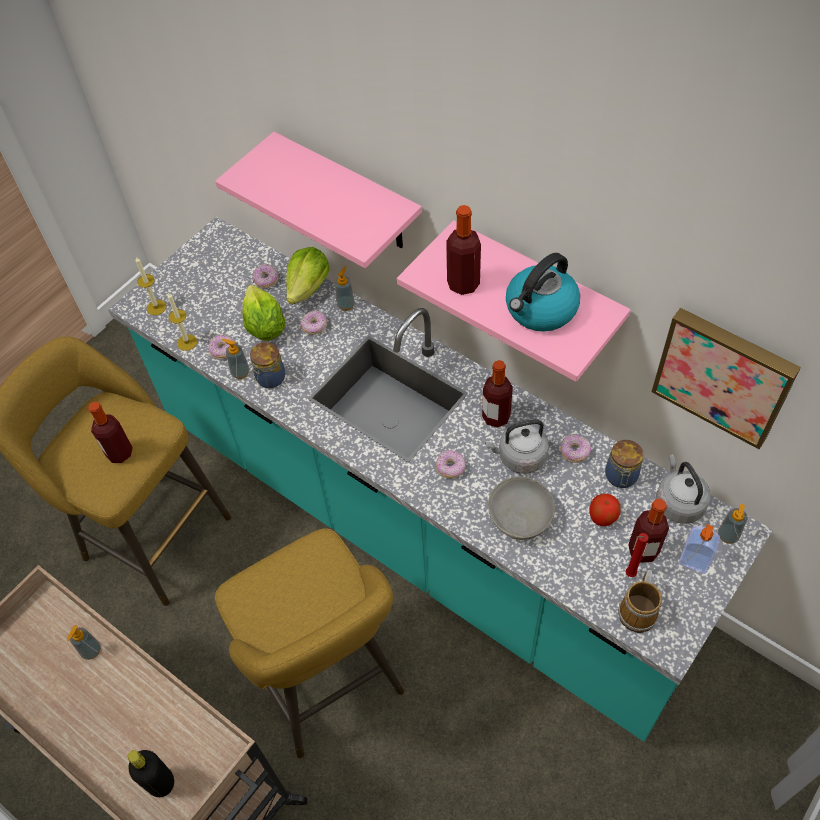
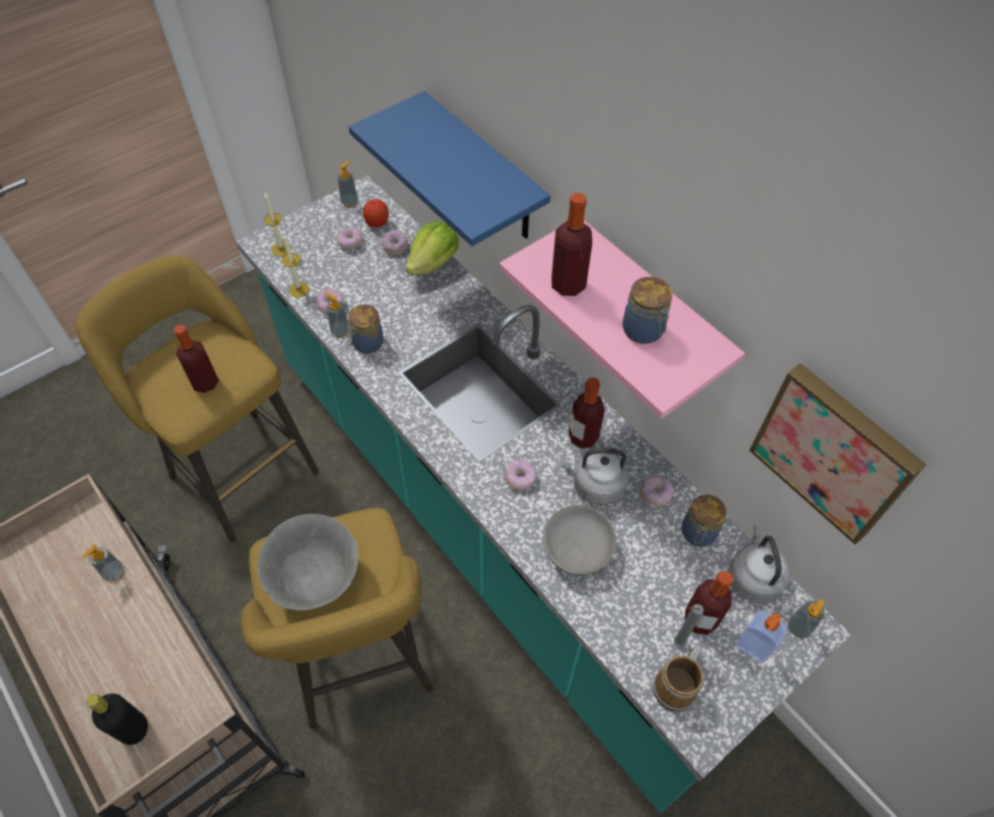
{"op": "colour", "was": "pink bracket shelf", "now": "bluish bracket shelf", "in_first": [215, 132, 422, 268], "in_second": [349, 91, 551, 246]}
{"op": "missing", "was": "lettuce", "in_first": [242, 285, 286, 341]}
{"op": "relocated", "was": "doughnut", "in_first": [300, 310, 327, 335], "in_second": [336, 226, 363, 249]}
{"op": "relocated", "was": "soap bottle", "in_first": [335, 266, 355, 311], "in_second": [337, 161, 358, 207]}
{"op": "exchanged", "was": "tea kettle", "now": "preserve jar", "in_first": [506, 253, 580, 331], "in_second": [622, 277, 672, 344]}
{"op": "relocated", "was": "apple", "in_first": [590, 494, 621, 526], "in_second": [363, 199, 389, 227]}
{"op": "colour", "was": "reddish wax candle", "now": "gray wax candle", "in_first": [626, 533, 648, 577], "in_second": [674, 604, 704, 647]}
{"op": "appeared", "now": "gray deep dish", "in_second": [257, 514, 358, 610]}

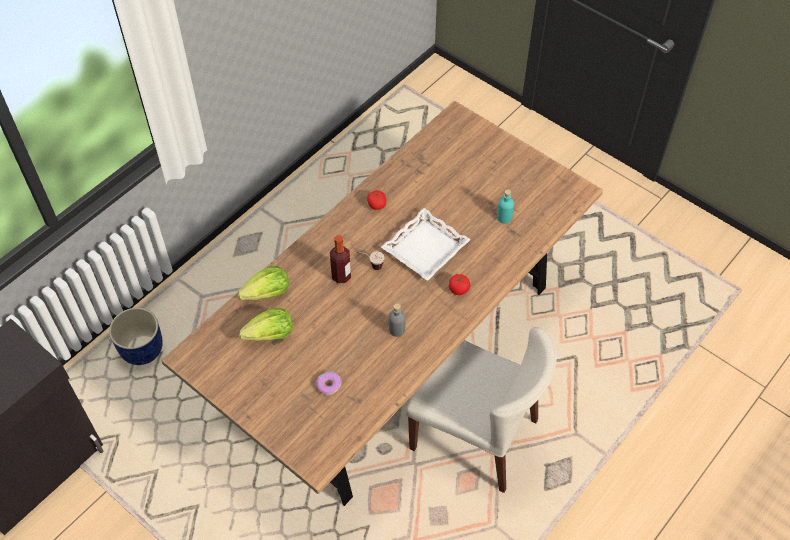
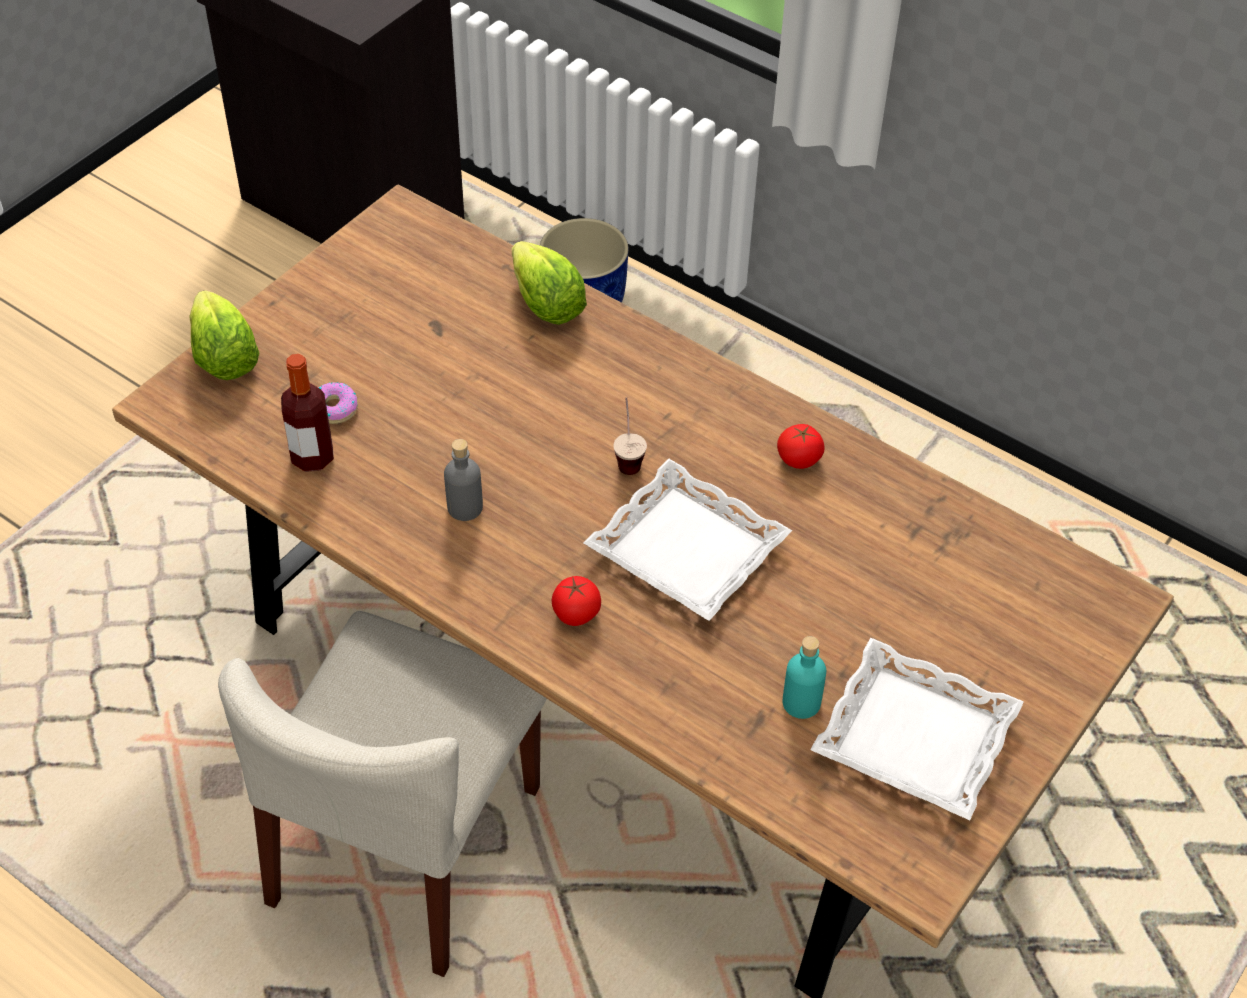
{"op": "relocated", "was": "lettuce", "in_first": [239, 308, 293, 341], "in_second": [189, 290, 259, 380]}
{"op": "relocated", "was": "drink bottle", "in_first": [330, 235, 351, 284], "in_second": [281, 354, 334, 472]}
{"op": "appeared", "now": "whitish carrying tray", "in_second": [810, 637, 1024, 820]}

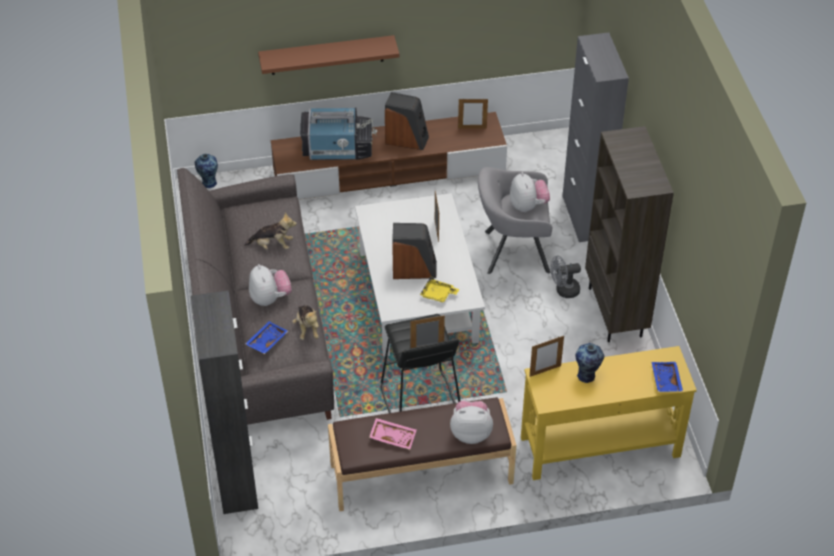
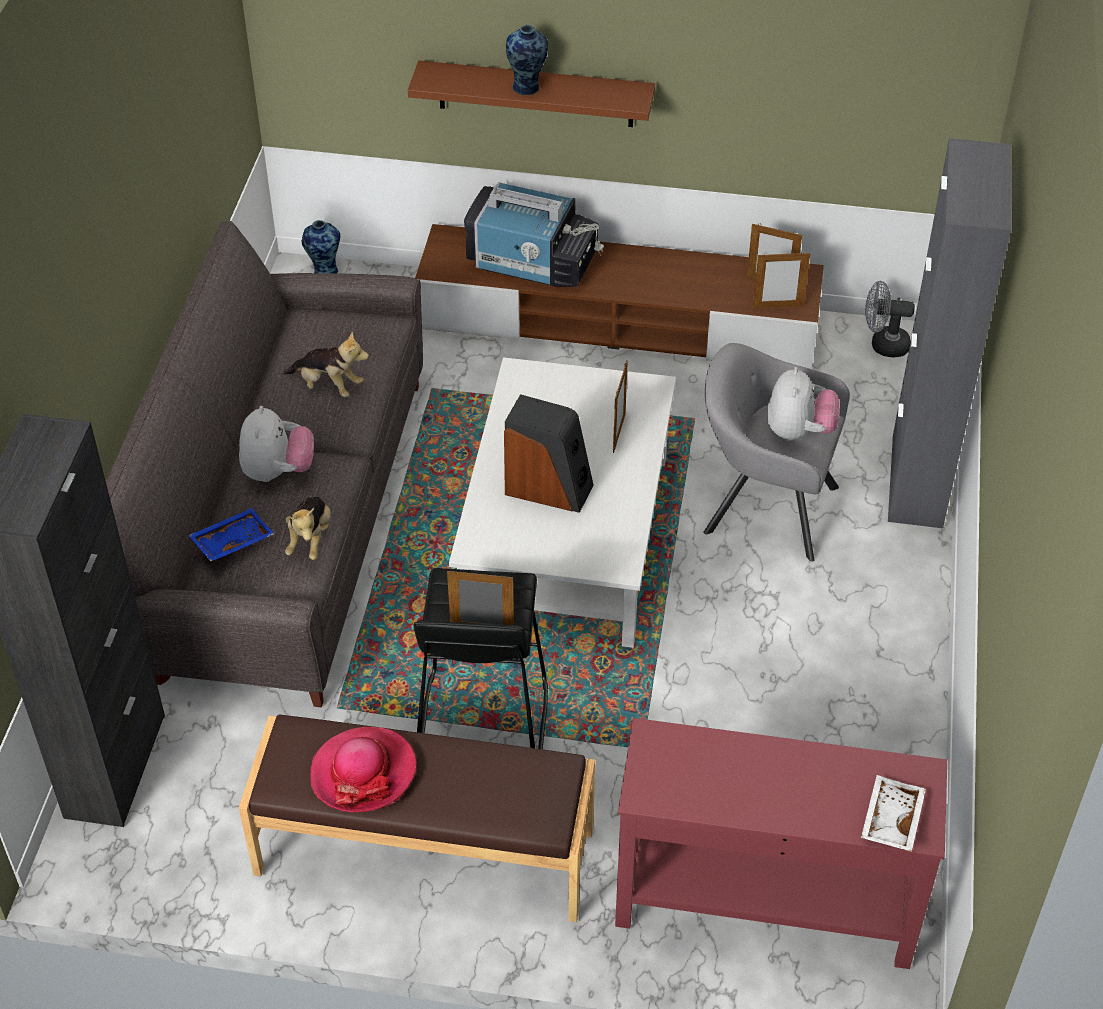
{"op": "exchanged", "was": "pink carrying tray", "now": "clothing hat", "in_first": [369, 418, 416, 450], "in_second": [310, 727, 416, 812]}
{"op": "missing", "was": "speaker", "in_first": [385, 92, 429, 150]}
{"op": "missing", "was": "yellow carrying tray", "in_first": [420, 277, 459, 302]}
{"op": "missing", "was": "plush toy", "in_first": [450, 401, 493, 444]}
{"op": "colour", "was": "yellow hall table", "now": "reddish hall table", "in_first": [521, 346, 697, 480], "in_second": [615, 718, 947, 969]}
{"op": "relocated", "was": "picture frame", "in_first": [529, 336, 564, 377], "in_second": [753, 251, 810, 308]}
{"op": "relocated", "was": "gray electric fan", "in_first": [550, 256, 581, 298], "in_second": [865, 281, 915, 357]}
{"op": "relocated", "was": "vase", "in_first": [575, 343, 604, 383], "in_second": [506, 25, 548, 95]}
{"op": "missing", "was": "brown-coloured bookcase", "in_first": [585, 126, 674, 342]}
{"op": "colour", "was": "bluish carrying tray", "now": "whitish carrying tray", "in_first": [652, 362, 683, 392], "in_second": [861, 775, 926, 852]}

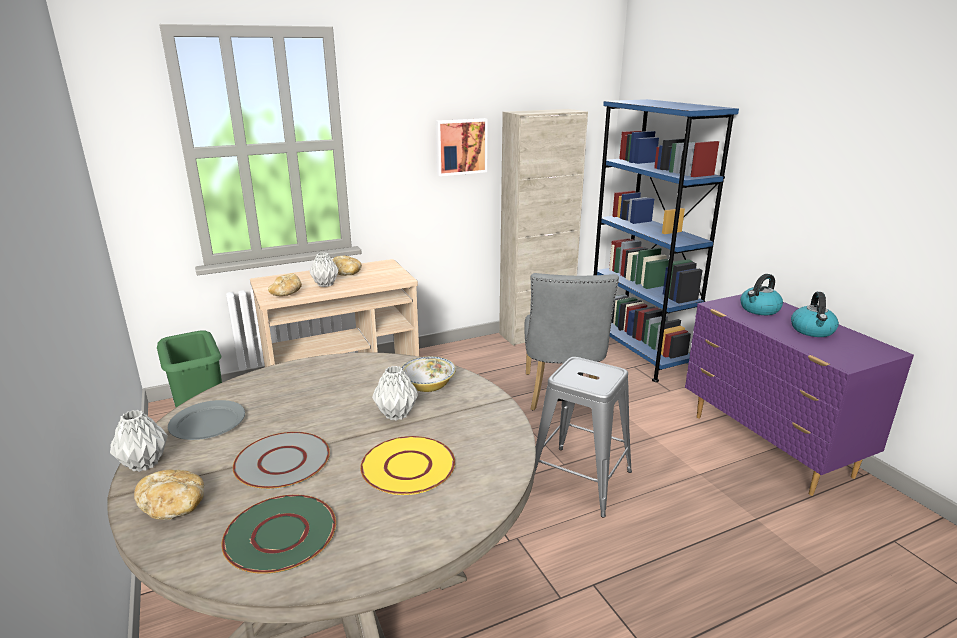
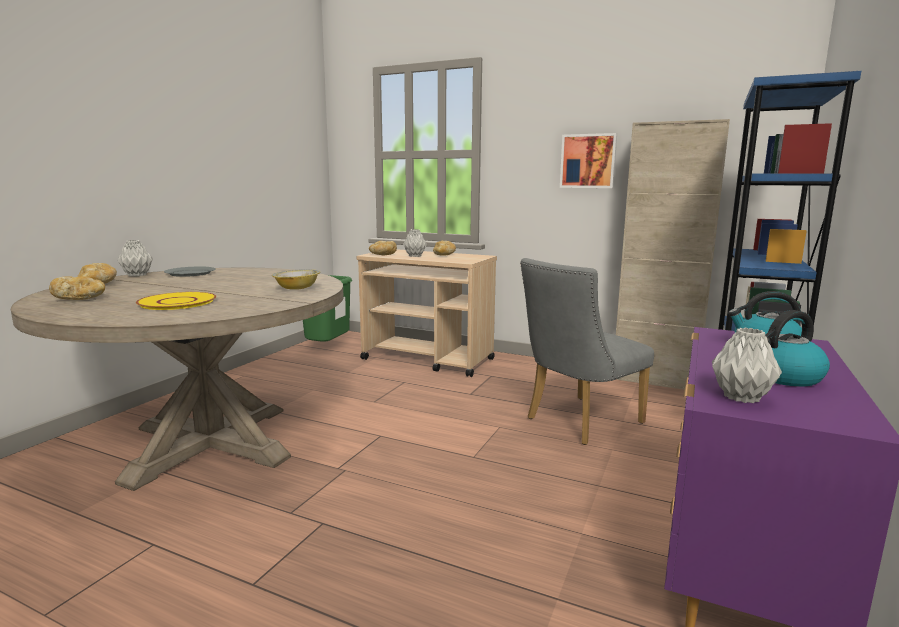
{"op": "exchanged", "was": "greenish flat dish", "now": "bakery bread", "in_first": [221, 495, 336, 574], "in_second": [49, 276, 105, 300]}
{"op": "missing", "was": "gray flat dish", "in_first": [233, 432, 330, 489]}
{"op": "relocated", "was": "gray vase", "in_first": [372, 366, 418, 421], "in_second": [712, 328, 782, 403]}
{"op": "missing", "was": "gray stool", "in_first": [535, 357, 632, 518]}

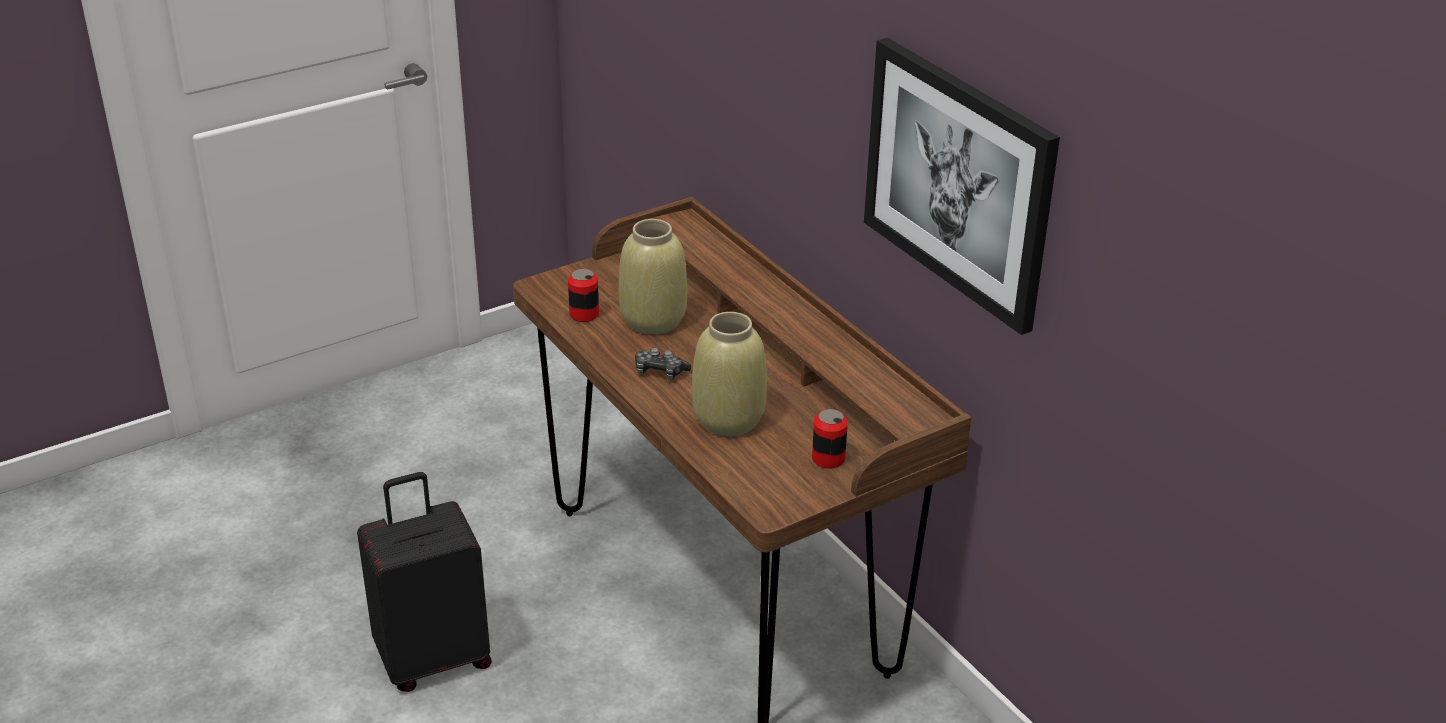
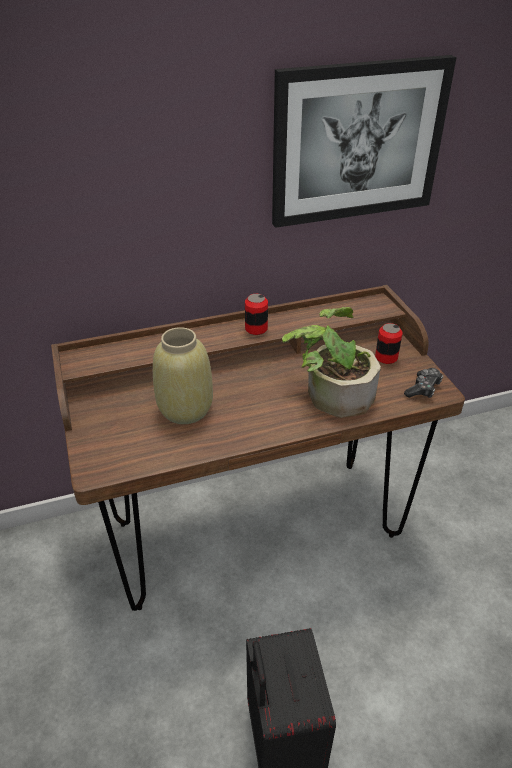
{"op": "relocated", "was": "metal can", "in_first": [568, 269, 599, 322], "in_second": [245, 294, 268, 335]}
{"op": "relocated", "was": "gamepad", "in_first": [635, 347, 691, 380], "in_second": [404, 368, 443, 398]}
{"op": "exchanged", "was": "beige-coloured vase", "now": "potted plant", "in_first": [692, 312, 767, 436], "in_second": [282, 307, 381, 418]}

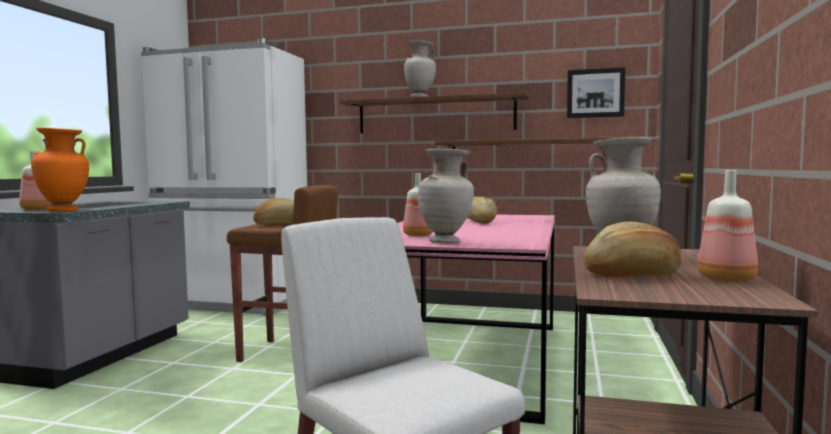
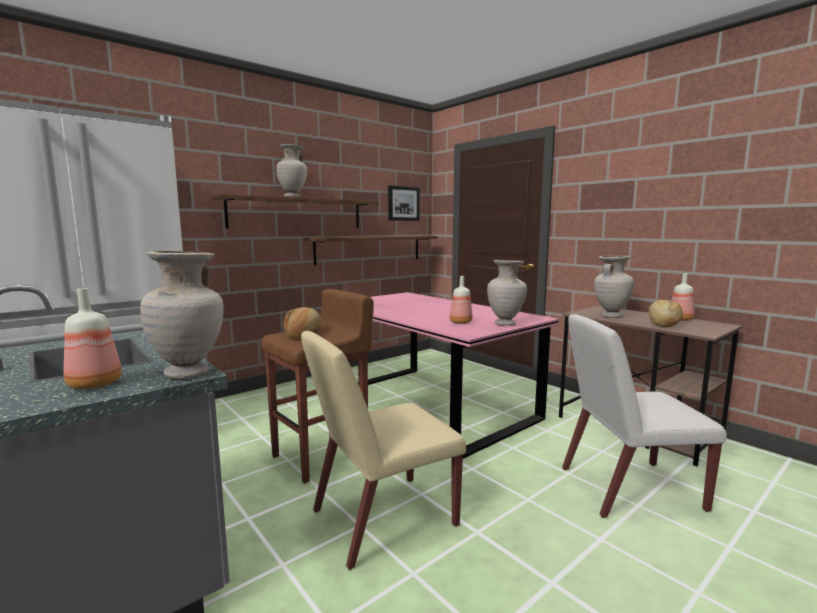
{"op": "colour", "was": "orange vase", "now": "beige-coloured vase", "in_first": [31, 128, 89, 212], "in_second": [140, 251, 224, 379]}
{"op": "missing", "was": "bakery bread", "in_first": [467, 197, 497, 224]}
{"op": "appeared", "now": "beige-coloured plain chair", "in_second": [301, 331, 466, 570]}

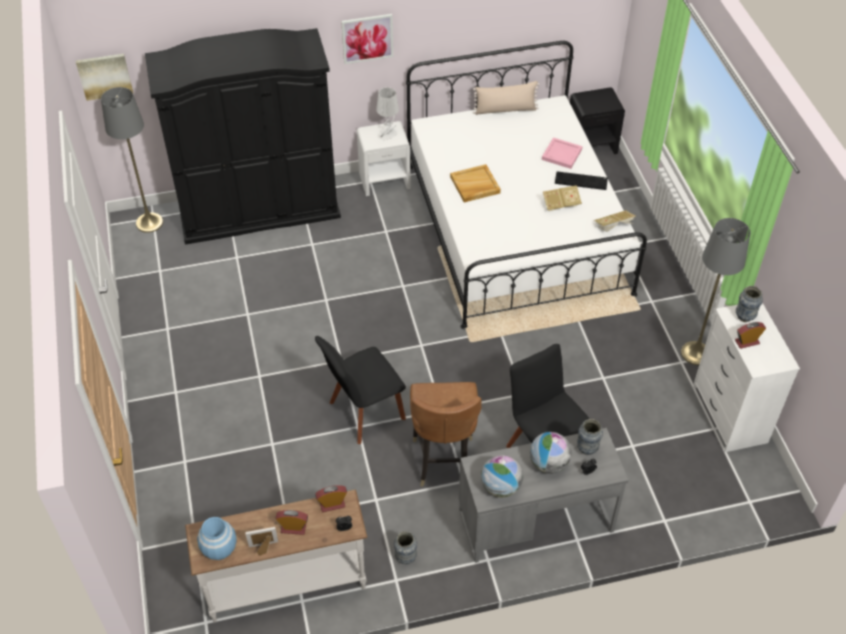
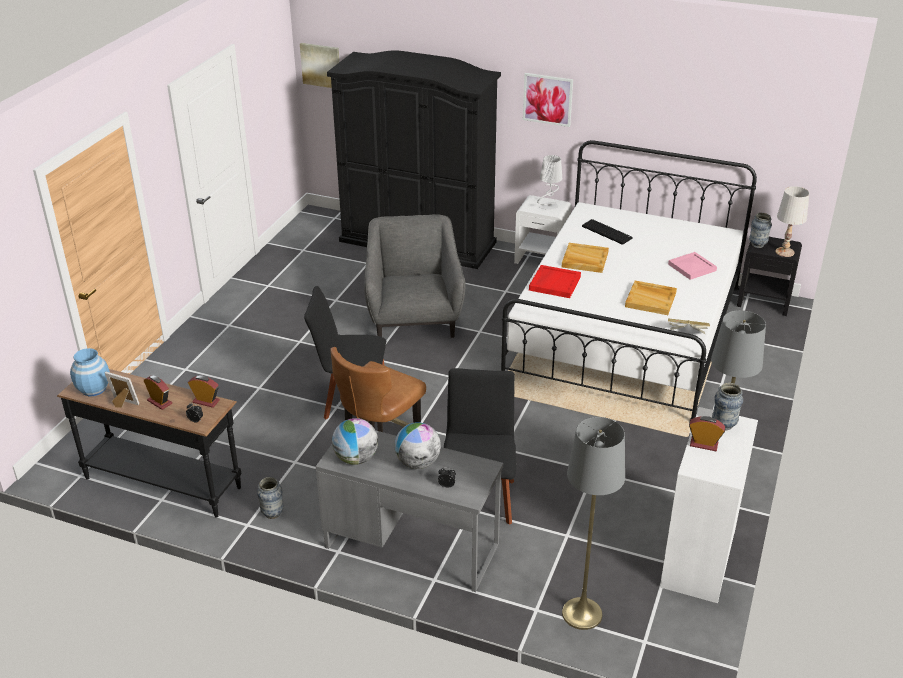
{"op": "relocated", "was": "gray floor lamp", "in_first": [101, 87, 163, 233], "in_second": [562, 417, 625, 630]}
{"op": "colour", "was": "whitish hall table", "now": "blackish hall table", "in_first": [185, 489, 367, 623], "in_second": [57, 369, 241, 518]}
{"op": "missing", "was": "beige-coloured cushion", "in_first": [473, 81, 540, 115]}
{"op": "exchanged", "was": "book", "now": "beige-coloured carrying tray", "in_first": [543, 185, 582, 211], "in_second": [625, 281, 677, 315]}
{"op": "relocated", "was": "PC keyboard", "in_first": [555, 171, 608, 190], "in_second": [582, 219, 632, 245]}
{"op": "relocated", "was": "vase", "in_first": [577, 419, 603, 455], "in_second": [749, 213, 772, 248]}
{"op": "appeared", "now": "gray armchair", "in_second": [364, 214, 465, 338]}
{"op": "appeared", "now": "reddish carrying tray", "in_second": [529, 265, 581, 298]}
{"op": "appeared", "now": "whitish tabletop lamp", "in_second": [775, 186, 809, 257]}

